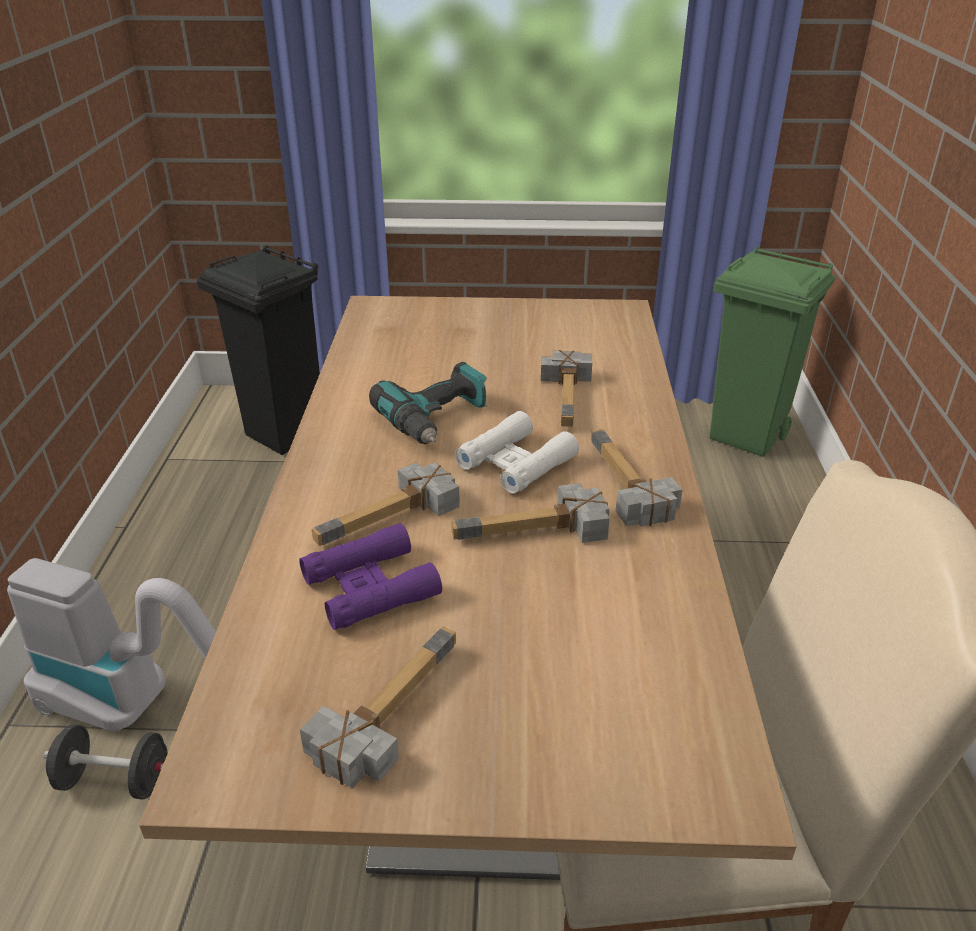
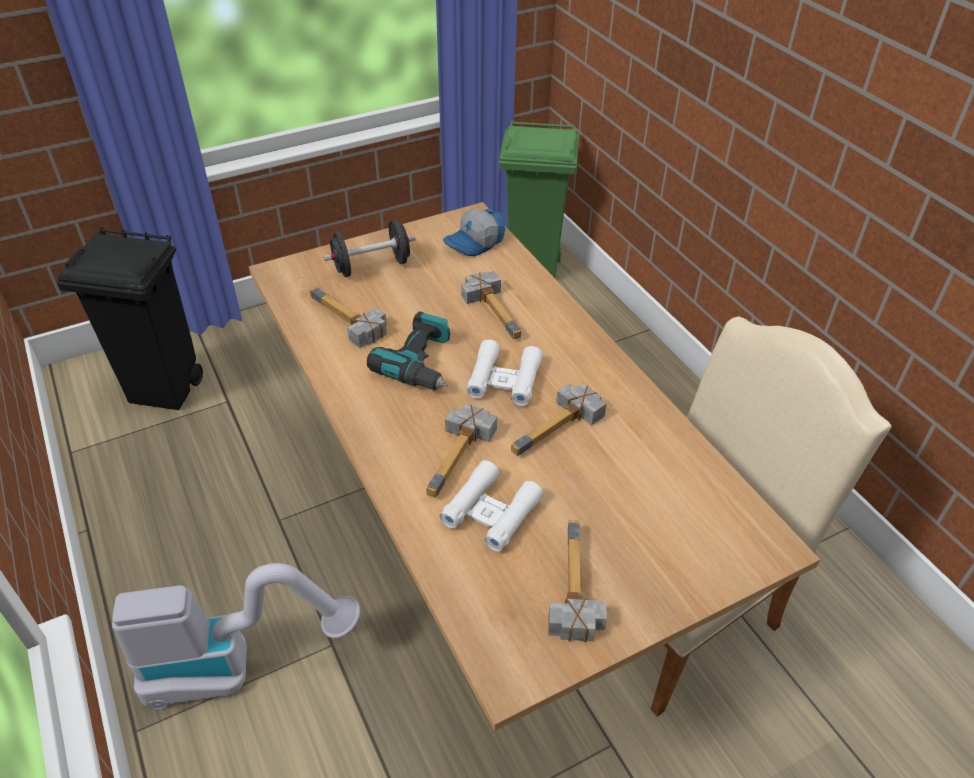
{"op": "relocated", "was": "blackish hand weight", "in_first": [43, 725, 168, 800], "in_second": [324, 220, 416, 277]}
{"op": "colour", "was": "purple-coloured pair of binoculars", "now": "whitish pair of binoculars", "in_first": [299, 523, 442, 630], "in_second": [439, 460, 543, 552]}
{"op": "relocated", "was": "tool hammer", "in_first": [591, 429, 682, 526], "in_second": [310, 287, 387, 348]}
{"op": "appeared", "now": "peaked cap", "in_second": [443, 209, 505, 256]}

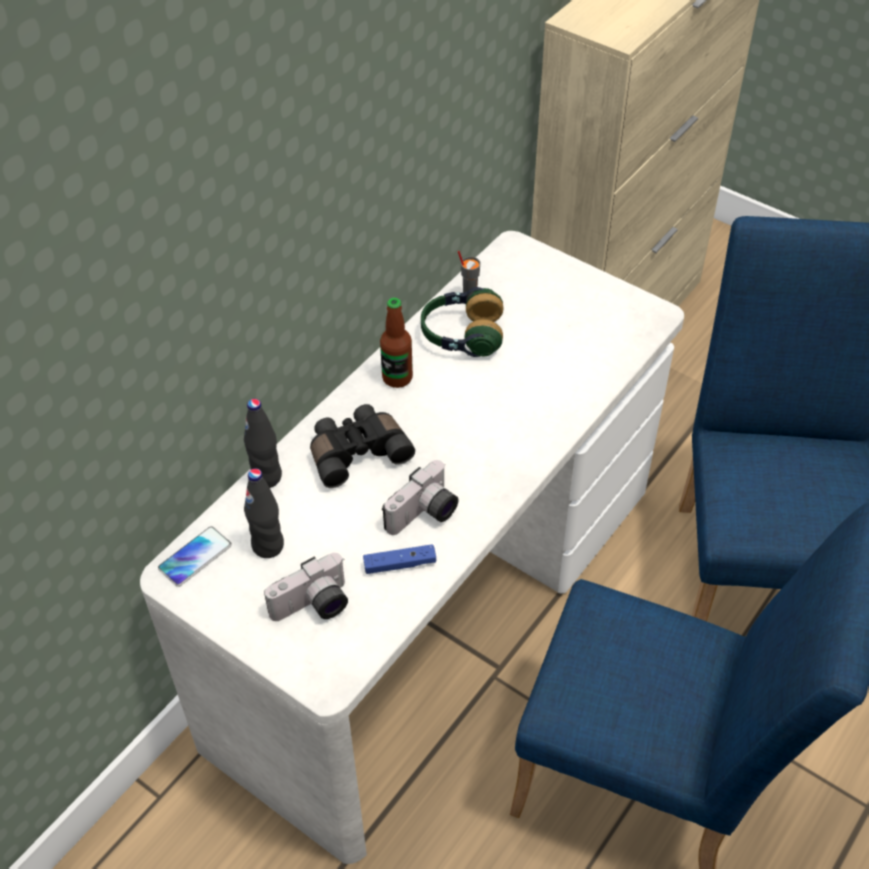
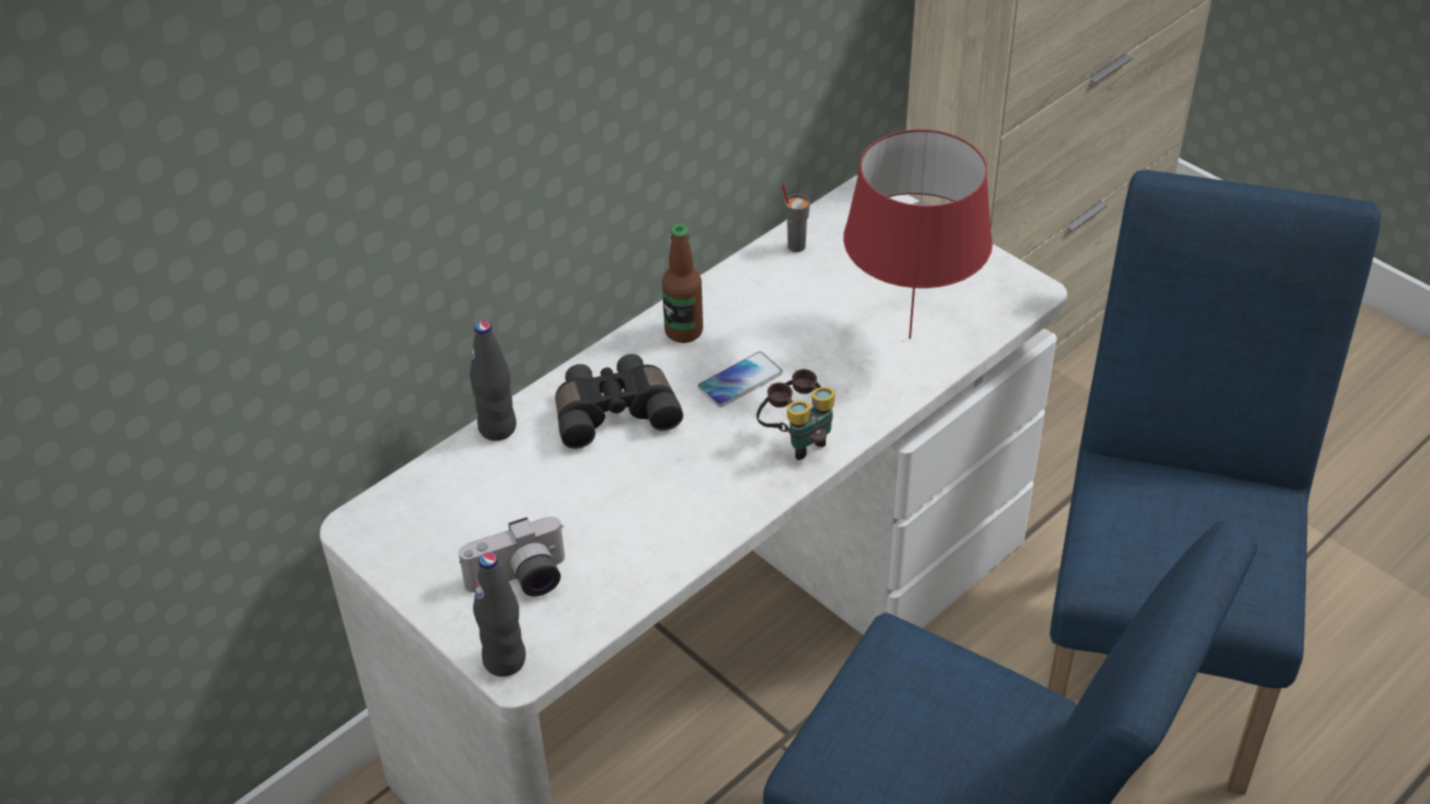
{"op": "relocated", "was": "telephone", "in_first": [158, 526, 232, 587], "in_second": [698, 352, 783, 407]}
{"op": "relocated", "was": "blackish drink bottle", "in_first": [244, 468, 284, 558], "in_second": [473, 552, 526, 677]}
{"op": "missing", "was": "bluish gamepad", "in_first": [363, 544, 436, 574]}
{"op": "missing", "was": "photo camera", "in_first": [382, 460, 458, 535]}
{"op": "missing", "was": "headset", "in_first": [421, 287, 504, 357]}
{"op": "appeared", "now": "pair of binoculars", "in_second": [756, 369, 835, 460]}
{"op": "appeared", "now": "reddish tabletop lamp", "in_second": [844, 129, 993, 339]}

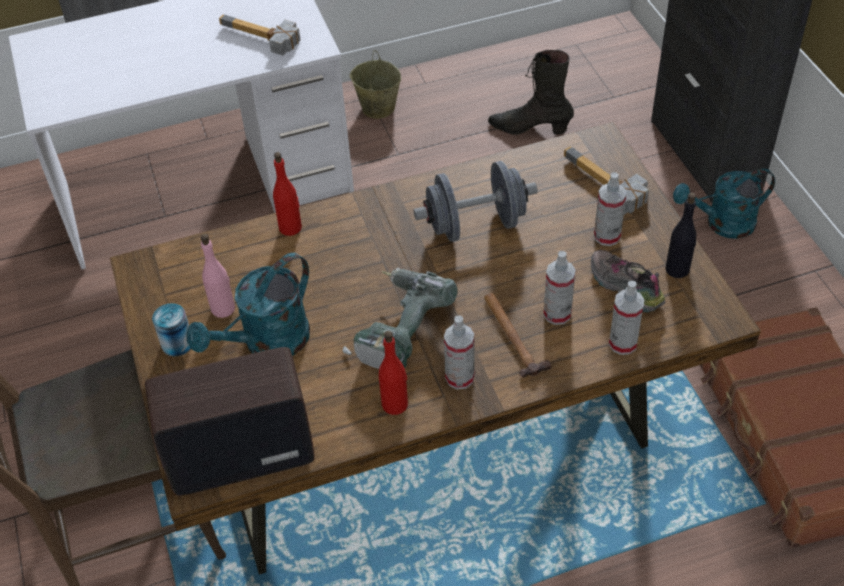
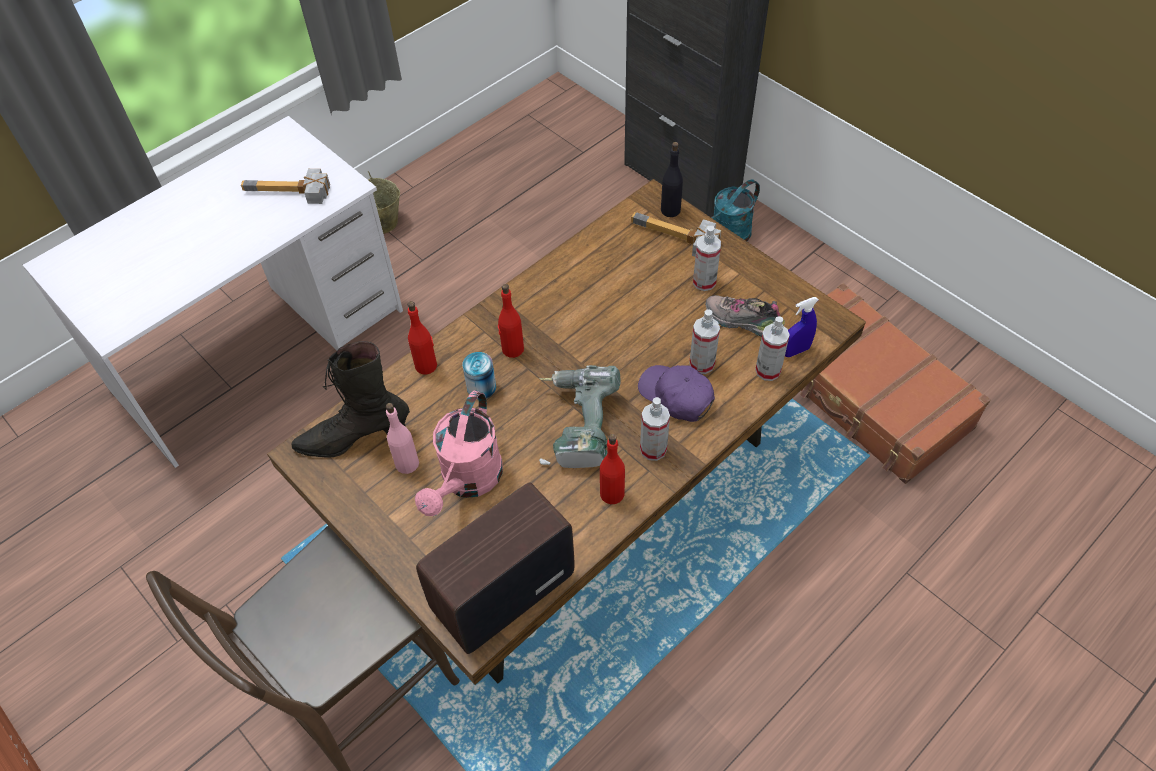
{"op": "relocated", "was": "metal can", "in_first": [152, 303, 191, 356], "in_second": [462, 352, 496, 399]}
{"op": "colour", "was": "blue-green sprinkling can", "now": "pink sprinkling can", "in_first": [187, 253, 310, 356], "in_second": [415, 391, 503, 516]}
{"op": "missing", "was": "gray hand weight", "in_first": [414, 161, 538, 242]}
{"op": "exchanged", "was": "tool hammer", "now": "purple-coloured peaked cap", "in_first": [484, 293, 551, 377], "in_second": [638, 365, 715, 422]}
{"op": "relocated", "was": "blackish high-top boot", "in_first": [488, 50, 574, 135], "in_second": [292, 341, 410, 458]}
{"op": "relocated", "was": "blackish drink bottle", "in_first": [665, 193, 696, 278], "in_second": [661, 142, 683, 217]}
{"op": "appeared", "now": "reddish drink bottle", "in_second": [498, 284, 524, 358]}
{"op": "appeared", "now": "bluish spray bottle", "in_second": [785, 297, 818, 357]}

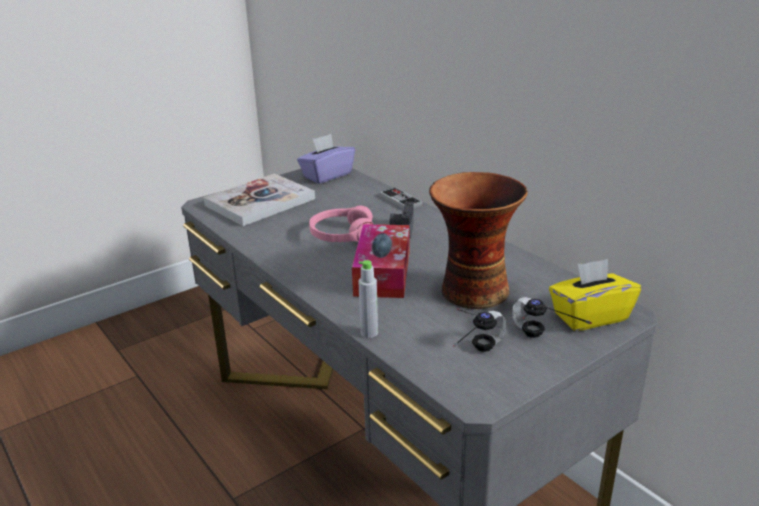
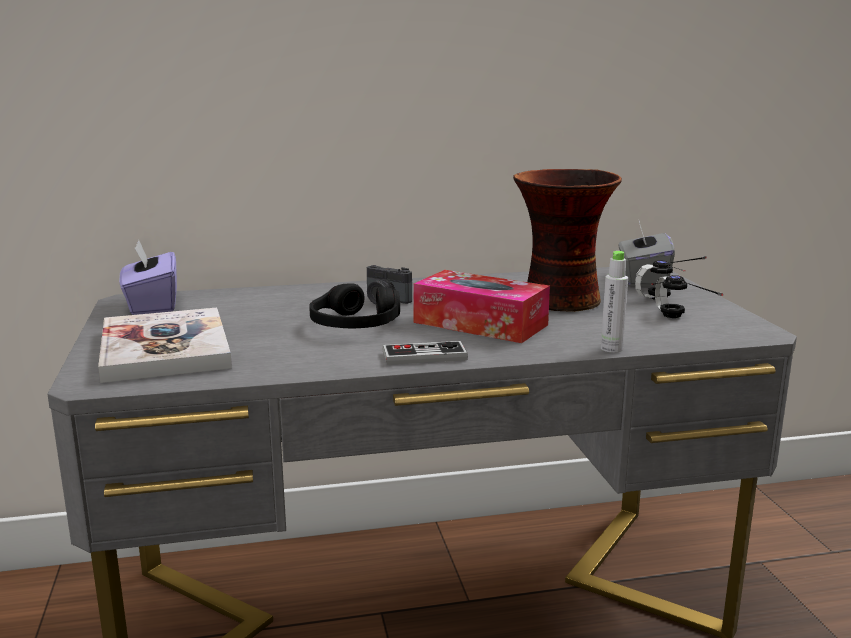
{"op": "colour", "was": "pink headset", "now": "blackish headset", "in_first": [309, 206, 373, 242], "in_second": [309, 283, 400, 328]}
{"op": "relocated", "was": "gamepad", "in_first": [379, 187, 423, 209], "in_second": [382, 341, 468, 365]}
{"op": "colour", "was": "yellow box of tissues", "now": "gray box of tissues", "in_first": [549, 259, 641, 331], "in_second": [619, 221, 675, 287]}

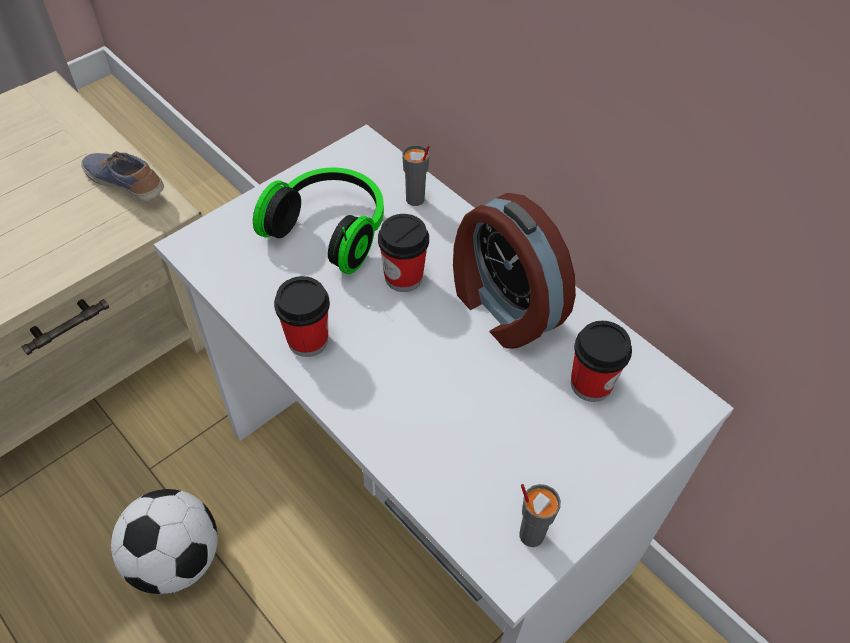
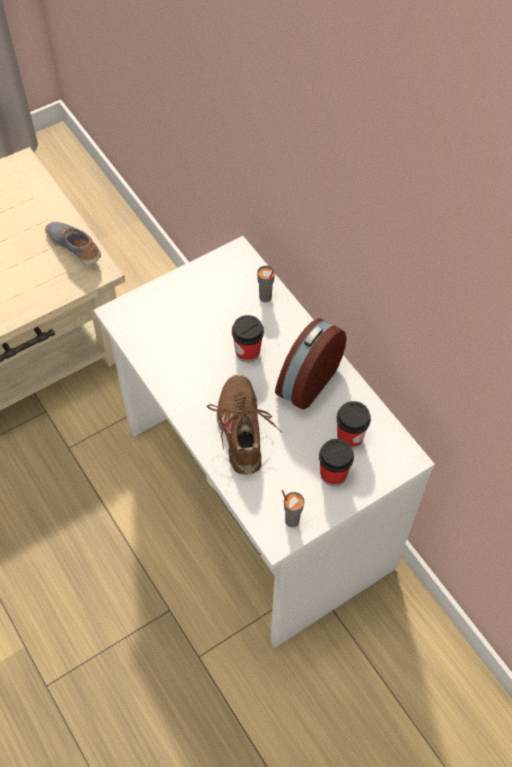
{"op": "missing", "was": "football ball", "in_first": [111, 489, 218, 594]}
{"op": "missing", "was": "headset", "in_first": [253, 168, 384, 274]}
{"op": "relocated", "was": "small cup", "in_first": [274, 276, 330, 357], "in_second": [319, 439, 354, 486]}
{"op": "spun", "was": "table clock", "in_first": [453, 193, 576, 349], "in_second": [275, 318, 346, 409], "clockwise": 60}
{"op": "appeared", "now": "brown-coloured shoe", "in_second": [207, 374, 281, 475]}

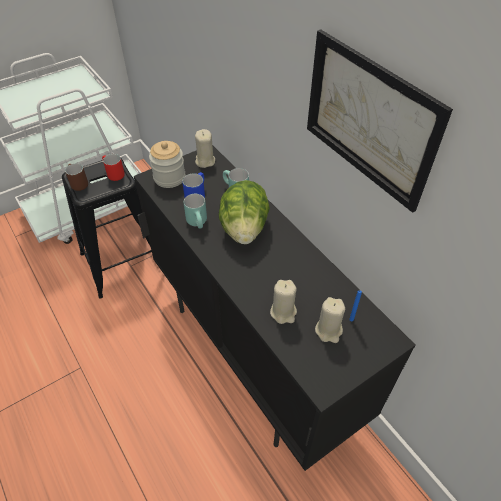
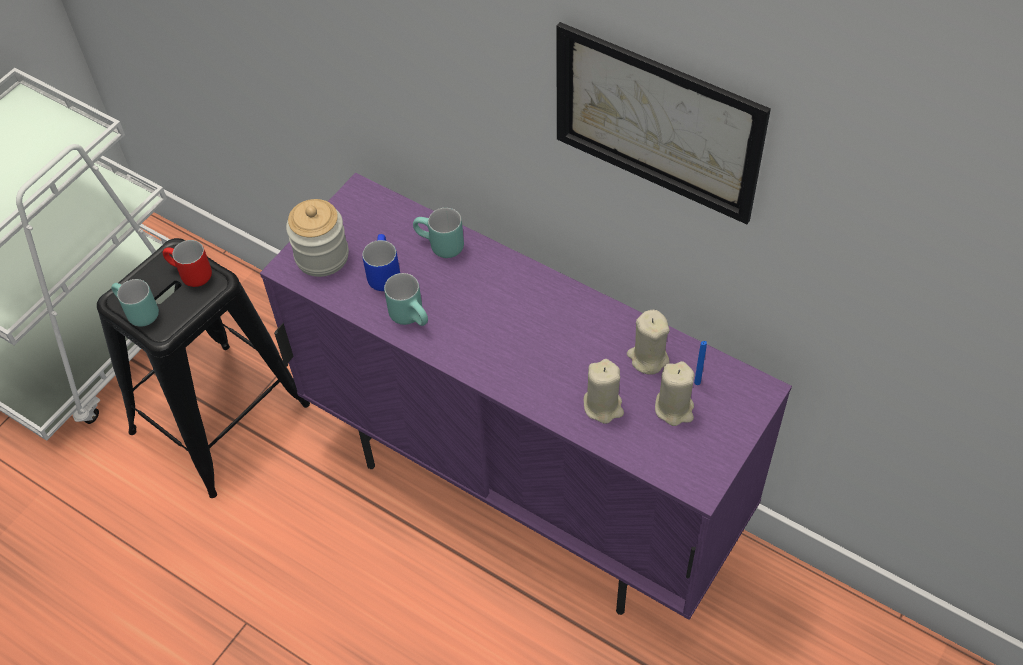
{"op": "colour", "was": "brown-coloured tea mug", "now": "blue-green tea mug", "in_first": [65, 163, 88, 191], "in_second": [111, 279, 159, 327]}
{"op": "colour", "was": "blackish cupboard", "now": "purple-coloured cupboard", "in_first": [134, 145, 416, 471], "in_second": [260, 173, 792, 620]}
{"op": "relocated", "was": "beige-coloured wax candle", "in_first": [195, 129, 215, 168], "in_second": [627, 310, 670, 375]}
{"op": "missing", "was": "lettuce", "in_first": [218, 180, 270, 244]}

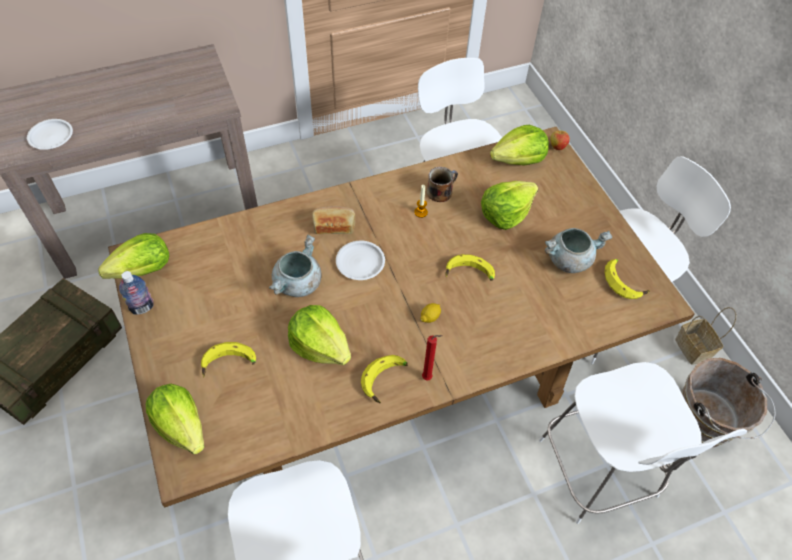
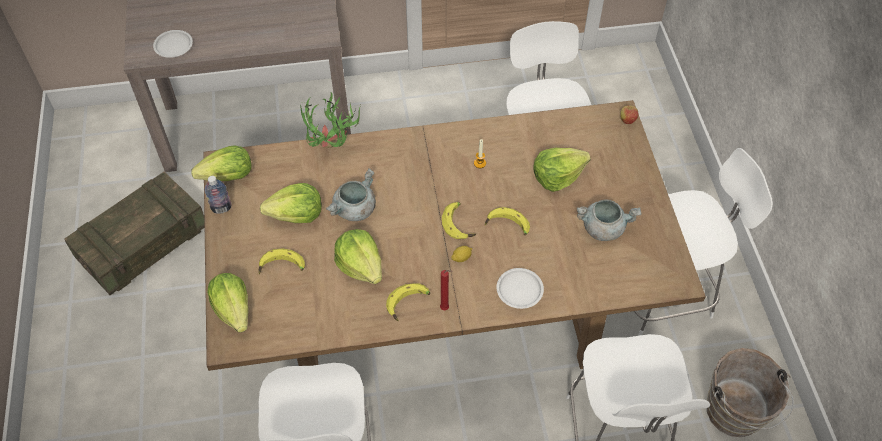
{"op": "missing", "was": "bakery bread", "in_first": [312, 206, 355, 234]}
{"op": "relocated", "was": "whitish flat dish", "in_first": [336, 241, 385, 280], "in_second": [496, 268, 544, 309]}
{"op": "missing", "was": "tea mug", "in_first": [427, 167, 458, 202]}
{"op": "relocated", "was": "lettuce", "in_first": [490, 125, 549, 166], "in_second": [260, 183, 322, 223]}
{"op": "relocated", "was": "banana fruit", "in_first": [605, 259, 650, 299], "in_second": [442, 202, 476, 239]}
{"op": "missing", "was": "basket", "in_first": [675, 307, 736, 365]}
{"op": "appeared", "now": "potted plant", "in_second": [301, 92, 361, 148]}

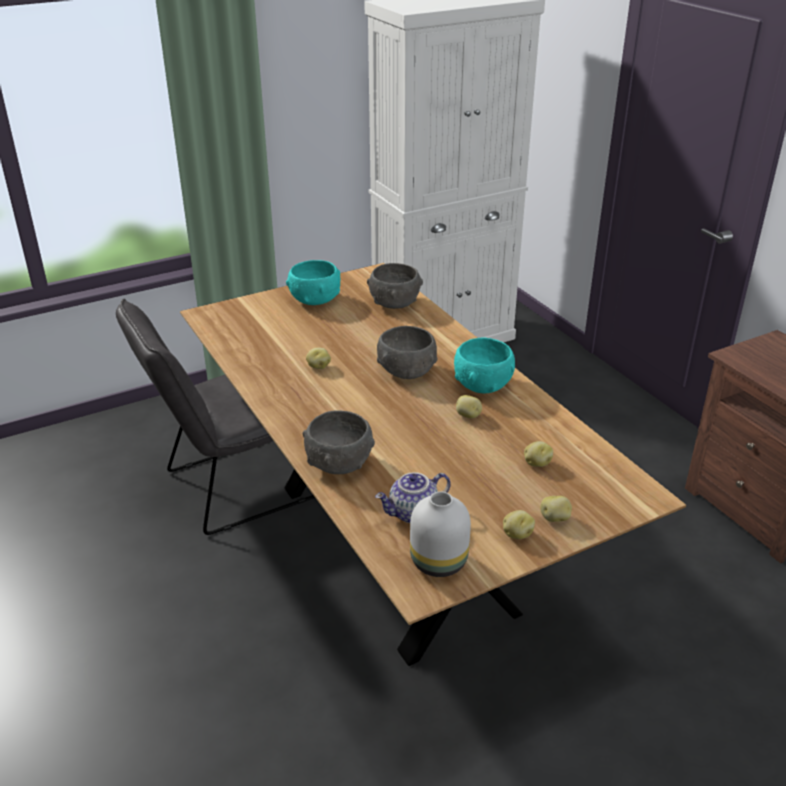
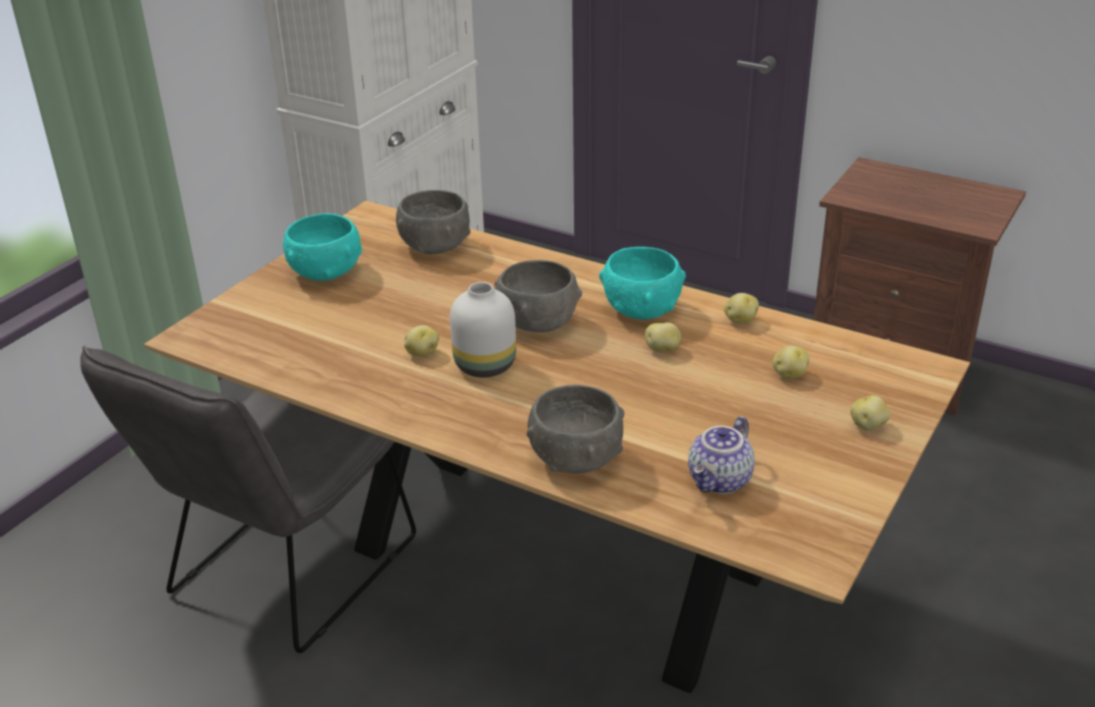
{"op": "relocated", "was": "whitish vase", "in_first": [410, 492, 471, 577], "in_second": [450, 282, 516, 377]}
{"op": "relocated", "was": "spud", "in_first": [503, 510, 535, 539], "in_second": [724, 293, 759, 324]}

